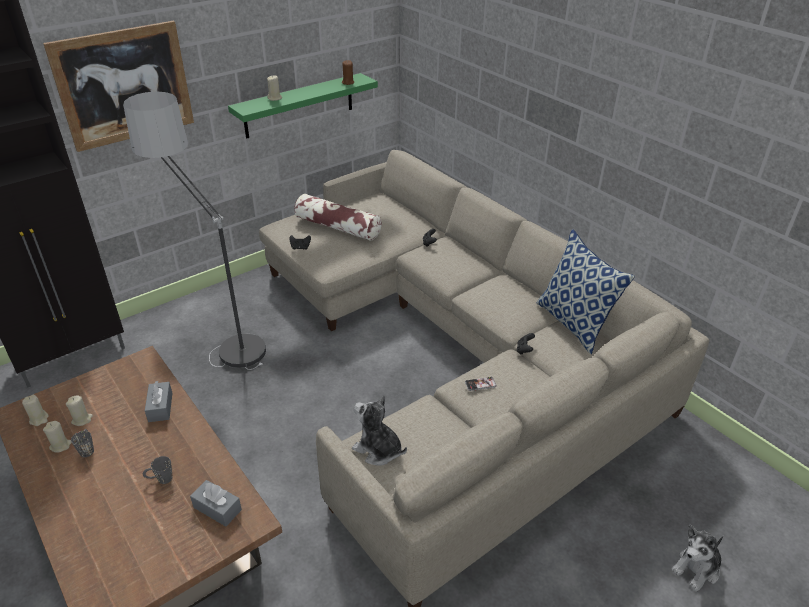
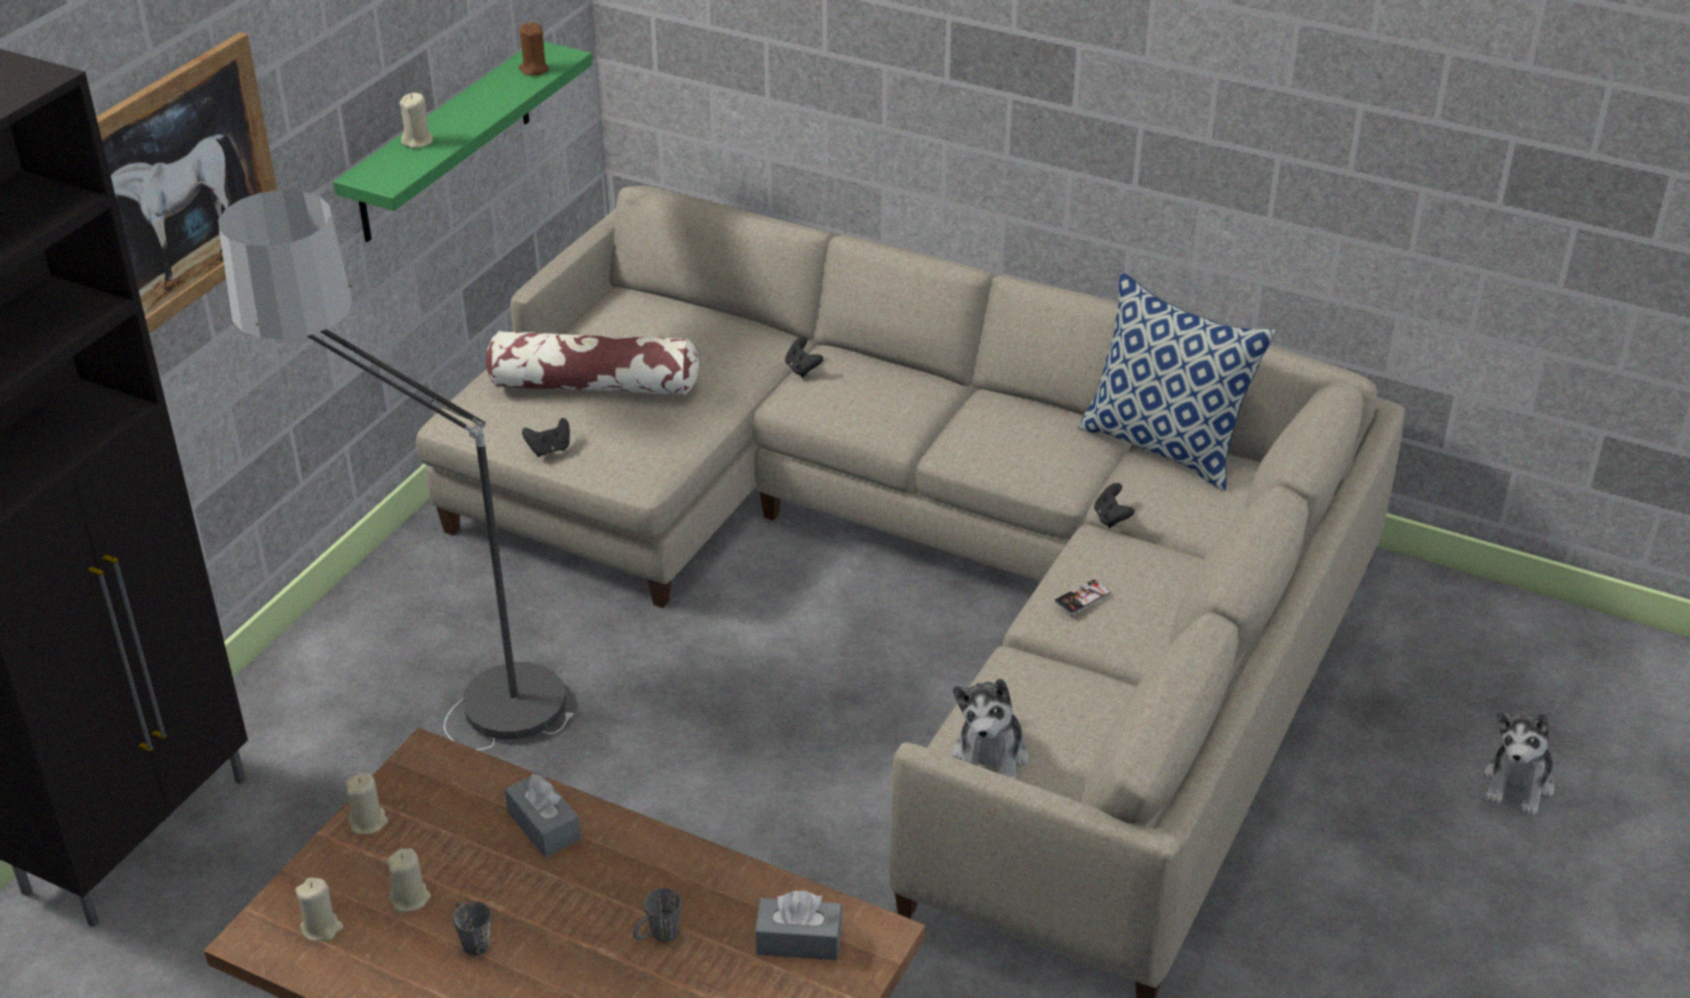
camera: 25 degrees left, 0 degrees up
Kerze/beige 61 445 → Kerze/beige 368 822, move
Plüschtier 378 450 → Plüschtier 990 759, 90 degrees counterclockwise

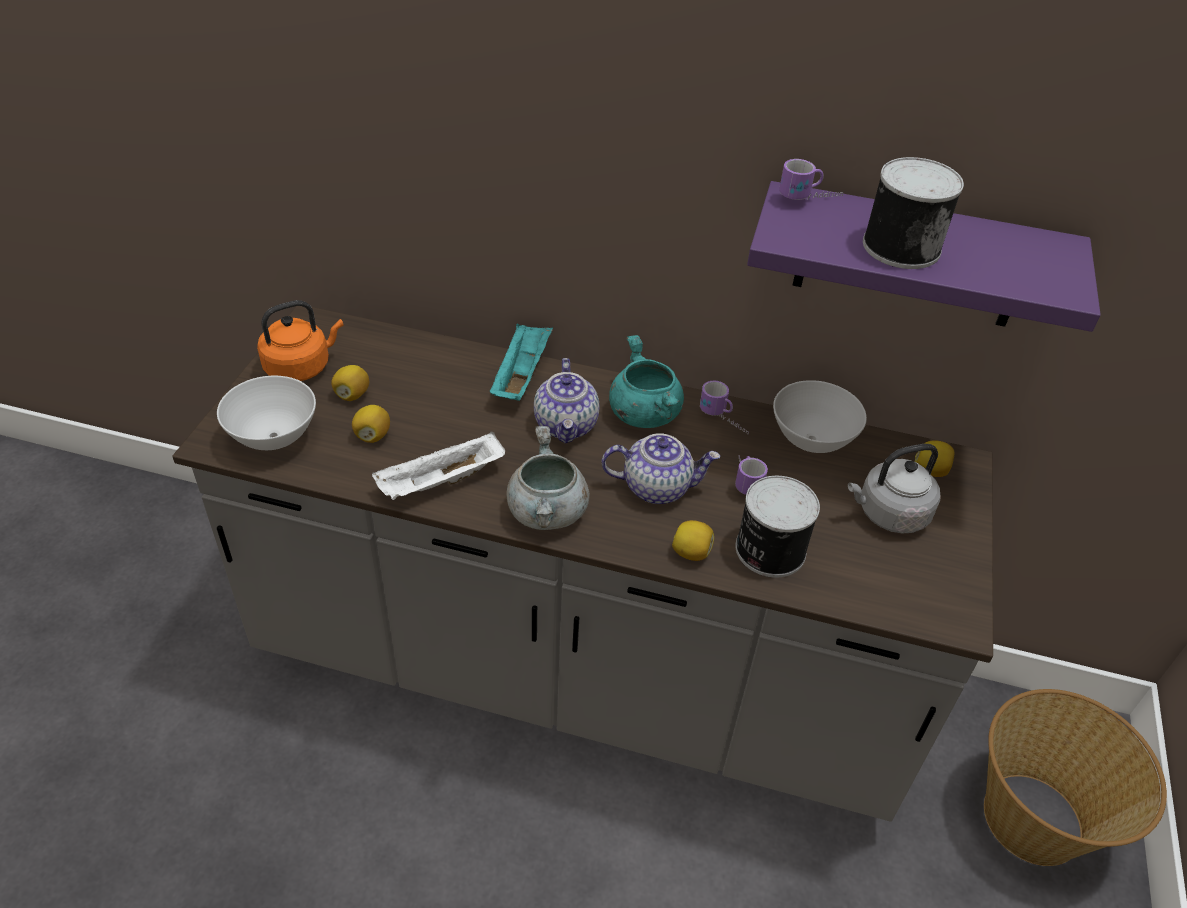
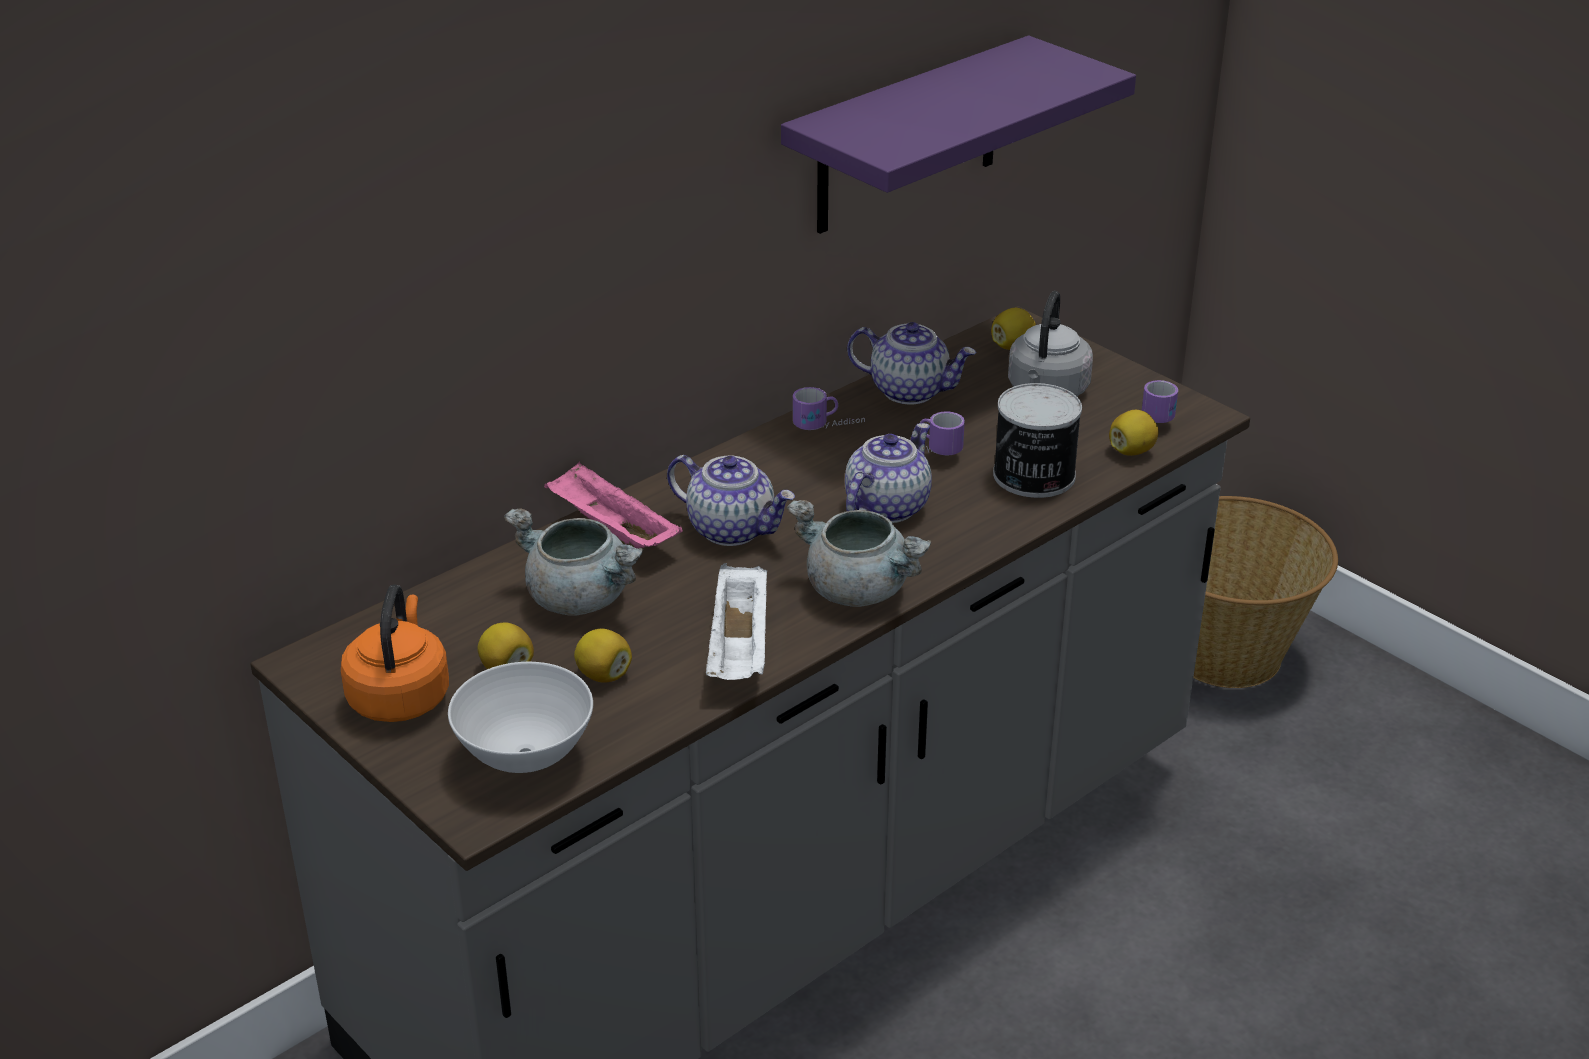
camera: 55 degrees left, 10 degrees down
Tablett/türkis 521 375 → Tablett/rosa 611 530
Kochtopf/türkis 643 414 → -
Zitrone 691 552 → Zitrone 1132 451, move
Schüssel/weiß 812 441 → Teekanne 910 390
Henkelbecher 810 200 → Henkelbecher 1161 414, move
Dose 900 246 → -
- → Kochtopf/grau 581 598

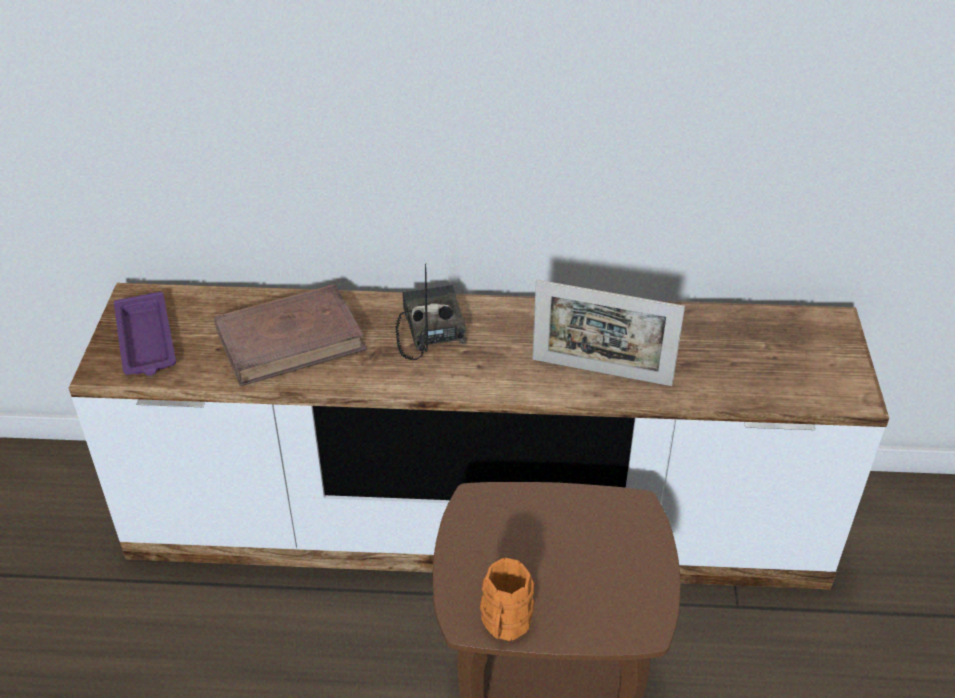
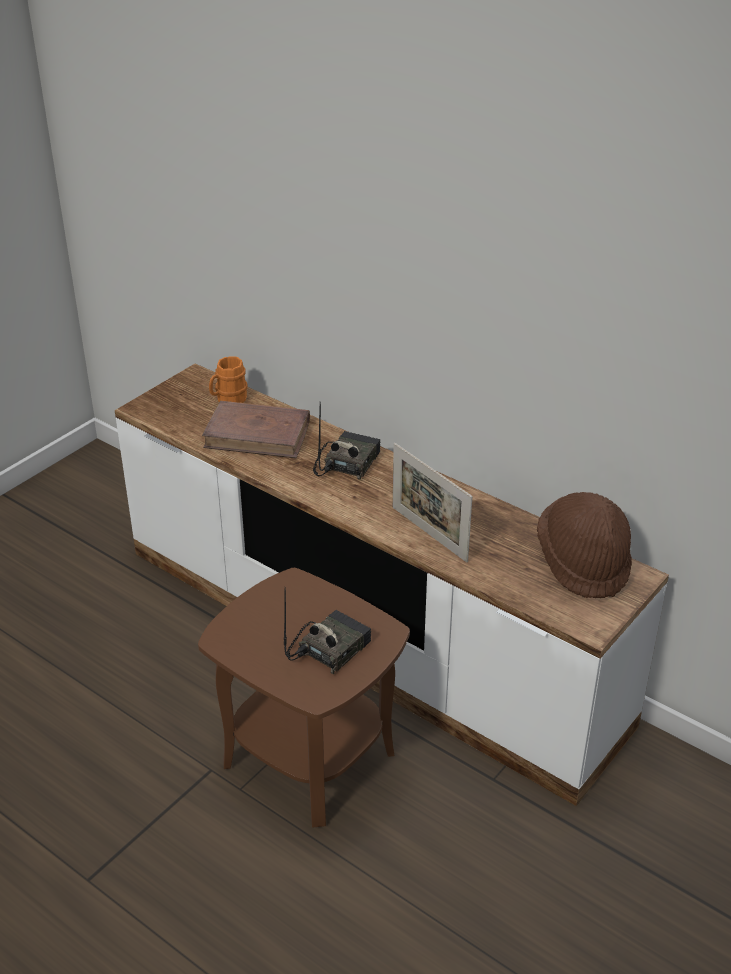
camera: 35 degrees right, 5 degrees down
Tablett/lila 146 341 → -
Henkelbecher/orange 504 625 → Henkelbecher/orange 228 399, move
- → Radio 328 648
- → Hut/braun 583 563

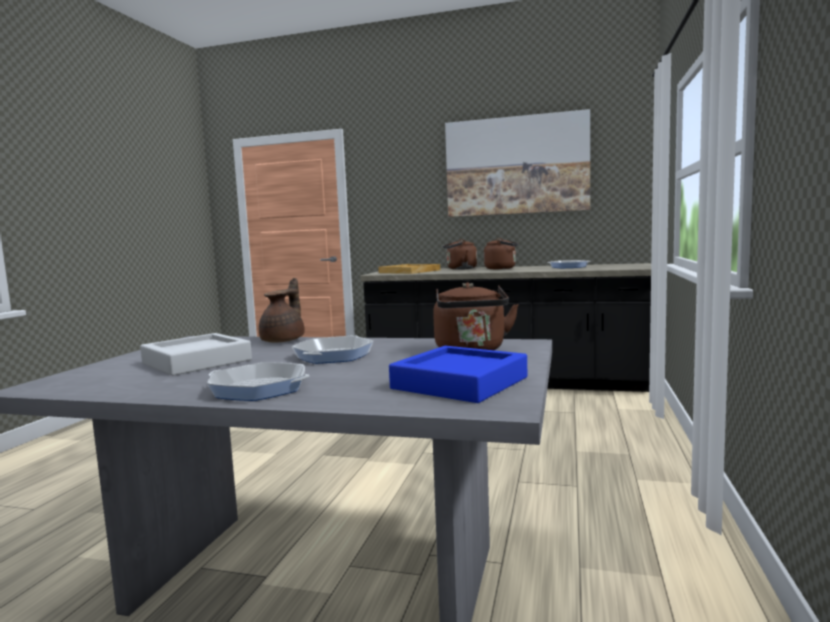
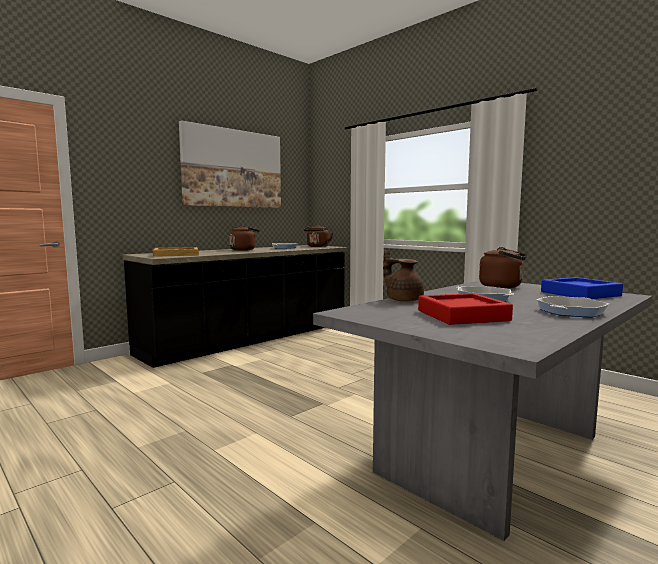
camera: 60 degrees left, 0 degrees up
Tablett/grau 197 362 → Tablett/rot 462 315
Wasserkessel/braun 460 269 → Wasserkessel/braun 317 246, move

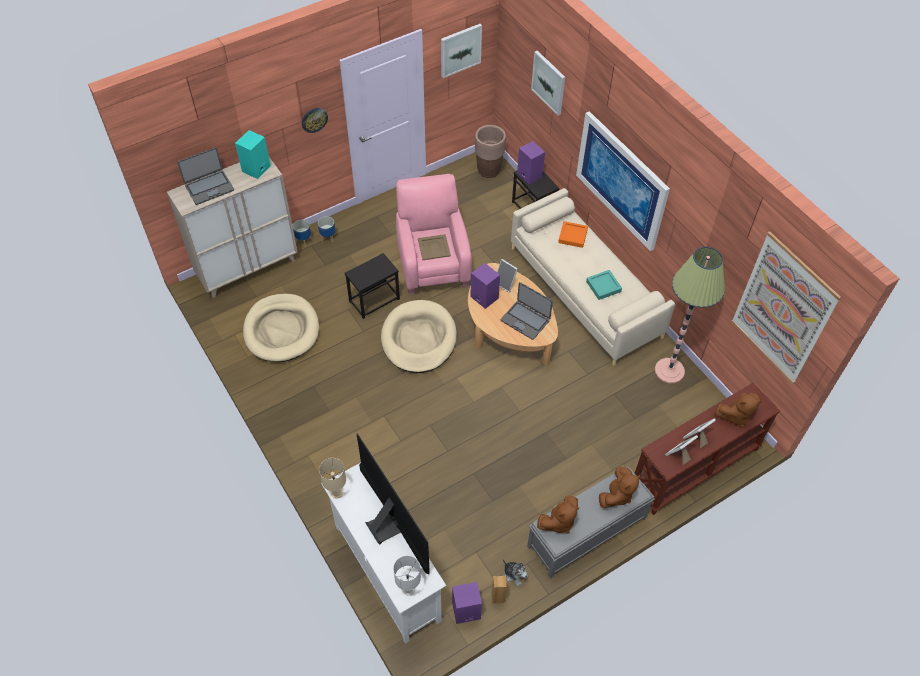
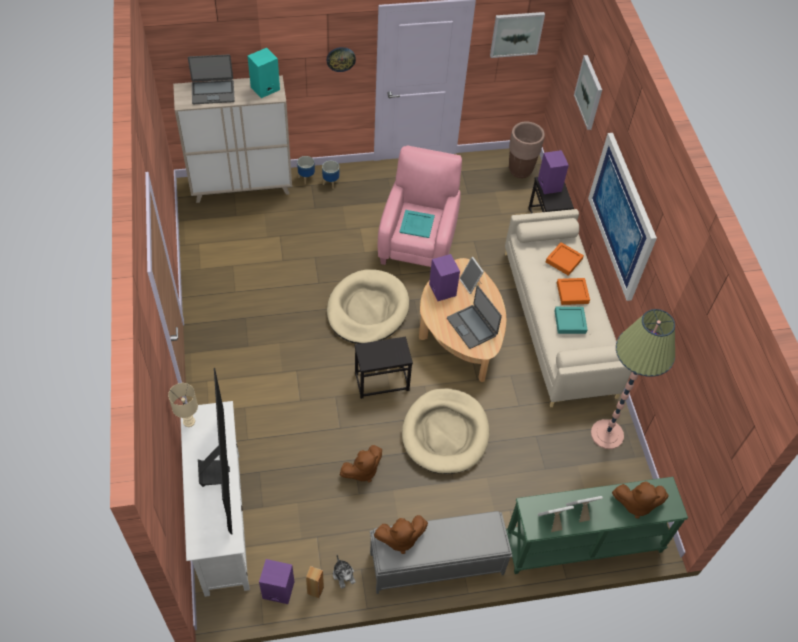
camera: 20 degrees right, 0 degrees up
Hundebett/beige 281 330 → Hundebett/beige 445 433, move
Beistelltisch/schwarz 374 300 → Beistelltisch/schwarz 382 381, move
Tischlampe/weiß 408 590 → -
Tablett/beige 433 247 → Tablett/türkis 416 224
Plüschtier/braun 617 495 → Plüschtier/braun 362 471, move
Konsolentisch/braun 695 468 → Konsolentisch/grün 583 544
Bild 782 310 → -
- → Tablett/orange 572 293

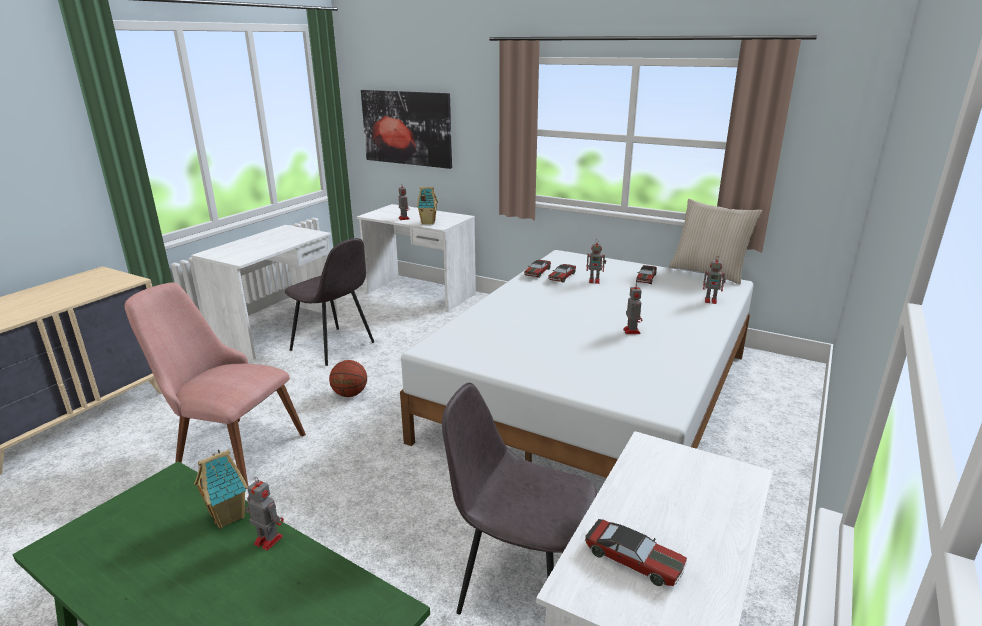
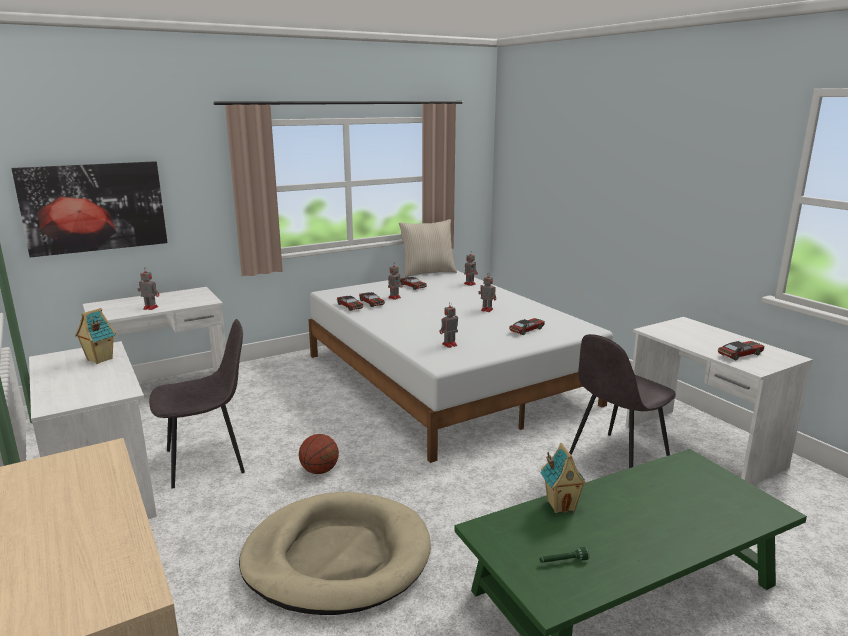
camera: 60 degrees left, 5 degrees down
Stuhl/rosa 228 447 → Hundebett/beige 337 557
Spielzeugroboter 267 539 → Spielzeugroboter 448 345, move
Spielzeughaus 427 222 → Spielzeughaus 99 360, move
- → Spielzeugauto 527 330
- → Taschenlampe/grün 563 561

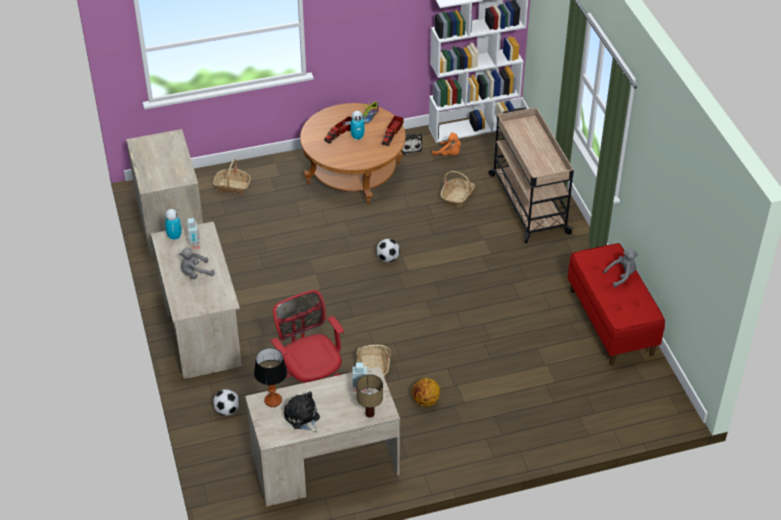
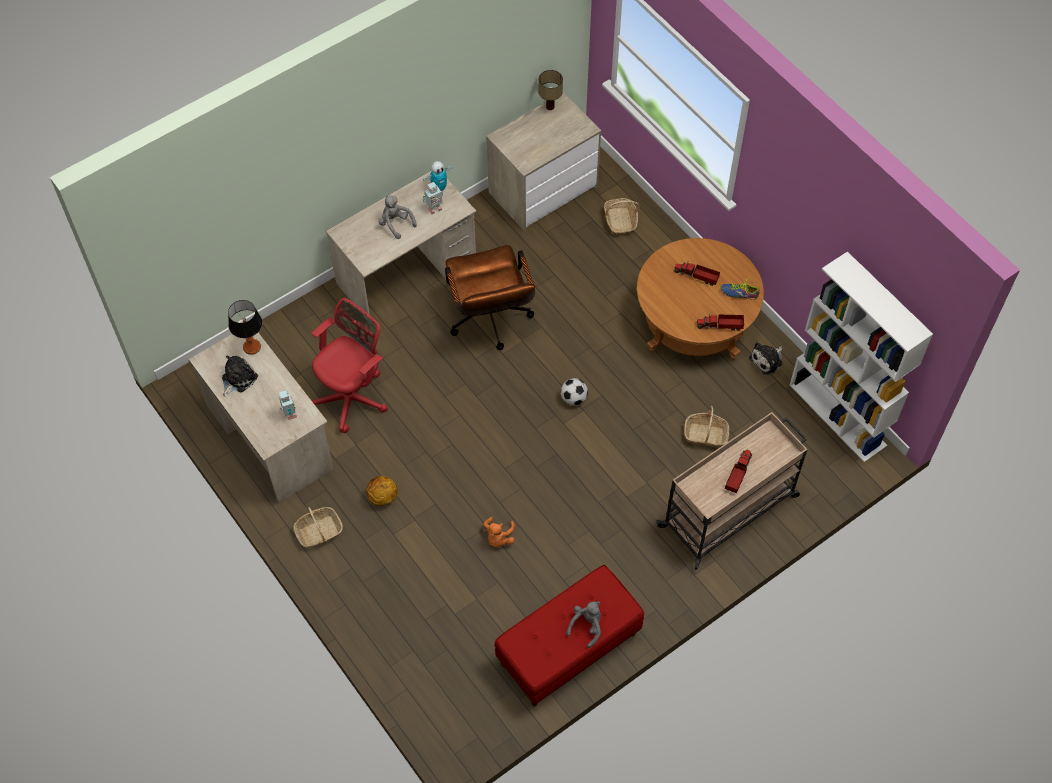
camera: 70 degrees right, 15 degrees up
Fußball 227 410 → -
Spielzeugroboter 357 137 → -
Korb 373 367 → Korb 319 532, move
Tischlampe 369 414 → Tischlampe 549 107, move
Plüschtier/orange 449 154 → Plüschtier/orange 499 538, move
Plüschtier/grau 621 276 → Plüschtier/grau 587 626, 105 degrees counterclockwise
- → Bürostuhl/braun 490 322
- → Spielzeuglaster 738 474

